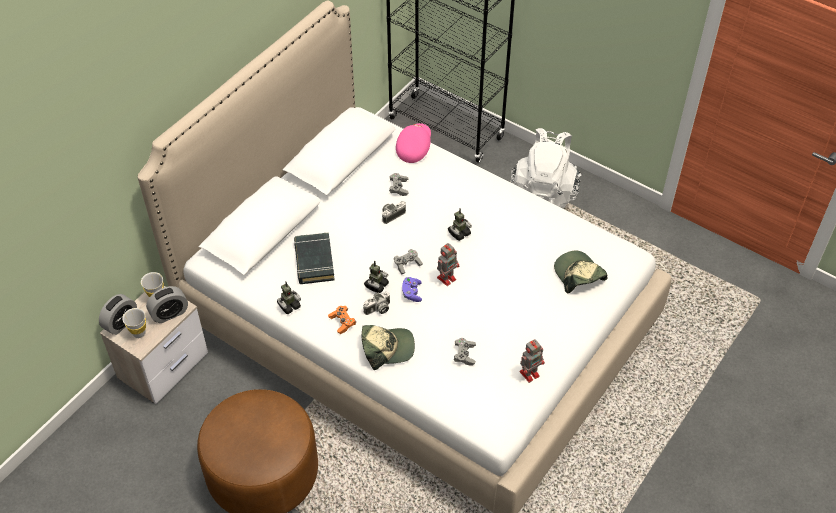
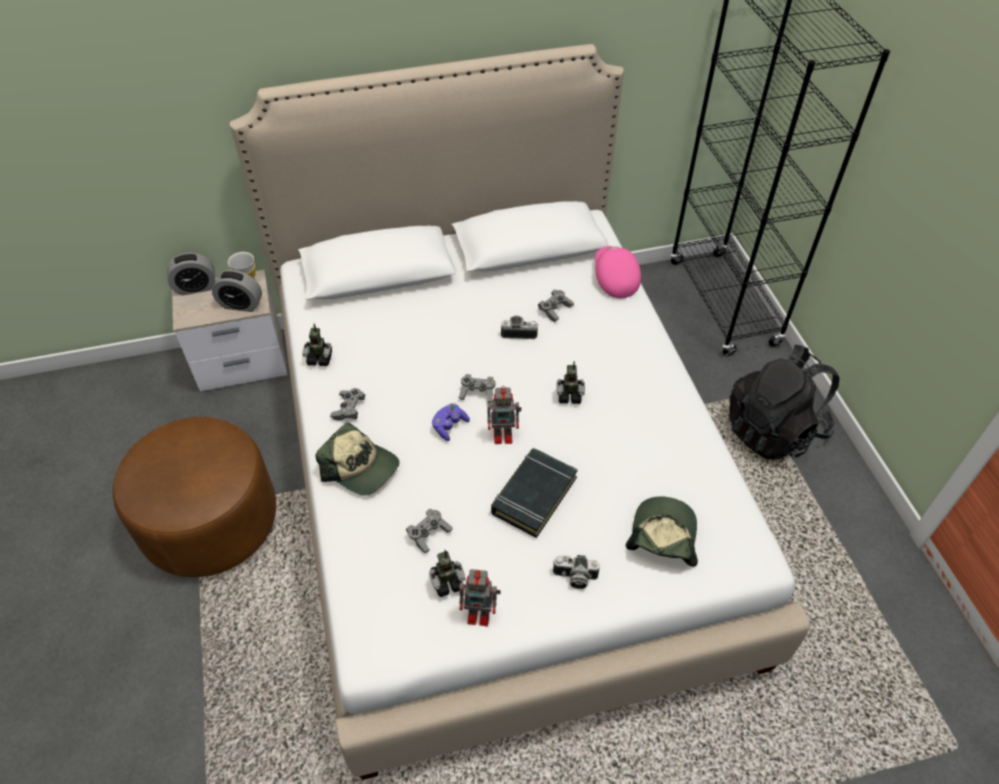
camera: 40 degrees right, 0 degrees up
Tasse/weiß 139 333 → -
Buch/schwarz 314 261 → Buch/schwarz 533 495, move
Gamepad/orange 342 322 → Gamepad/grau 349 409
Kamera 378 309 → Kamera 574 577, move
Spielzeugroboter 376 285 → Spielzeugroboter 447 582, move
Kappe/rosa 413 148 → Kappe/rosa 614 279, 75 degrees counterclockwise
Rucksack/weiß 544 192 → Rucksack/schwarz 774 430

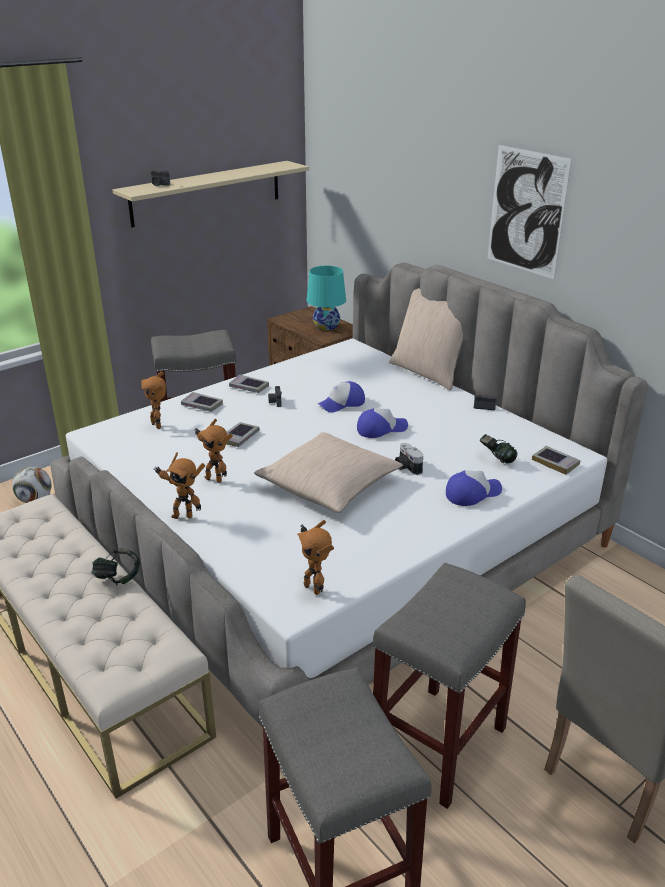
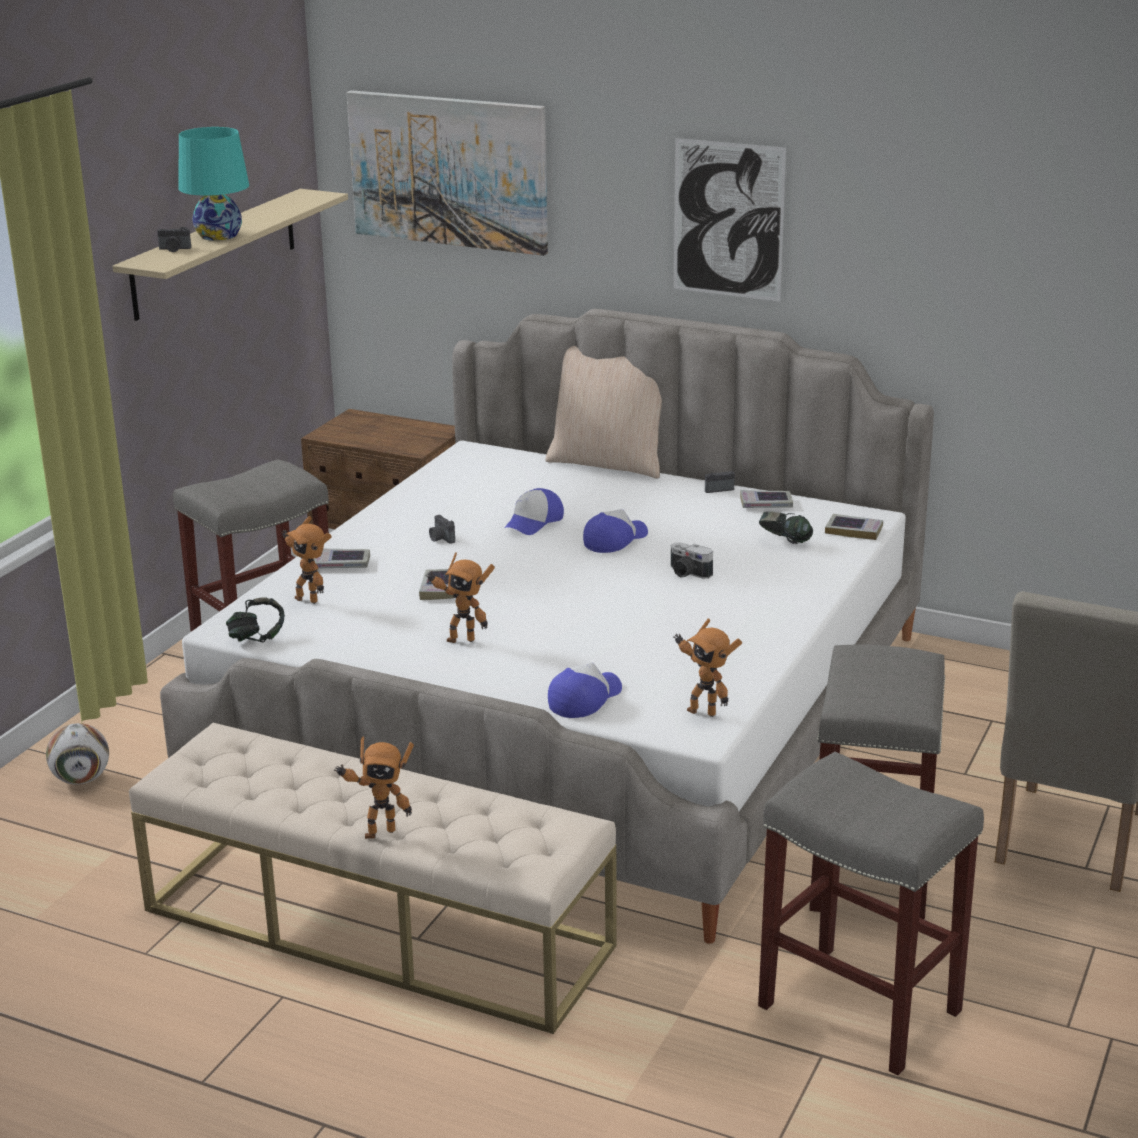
camera: 25 degrees left, 5 degrees down
Kopfhörer 117 578 → Kopfhörer 257 638, move
Spielzeugroboter 182 515 → Spielzeugroboter 378 831, move
Buch 249 387 → Buch 766 504, move
Kissen/beige 329 485 → -
Tischlampe/türkis 326 326 → Tischlampe/türkis 219 235, move
Kappe 472 493 → Kappe 584 699, move
- → Bild 448 171

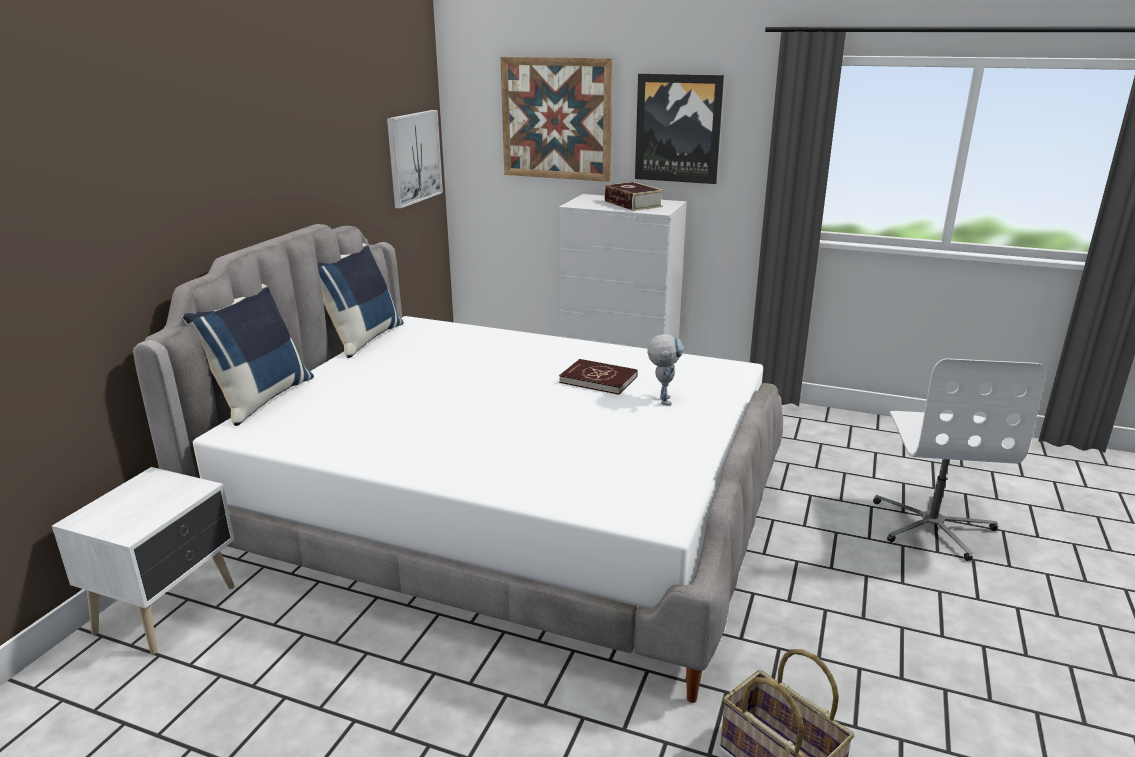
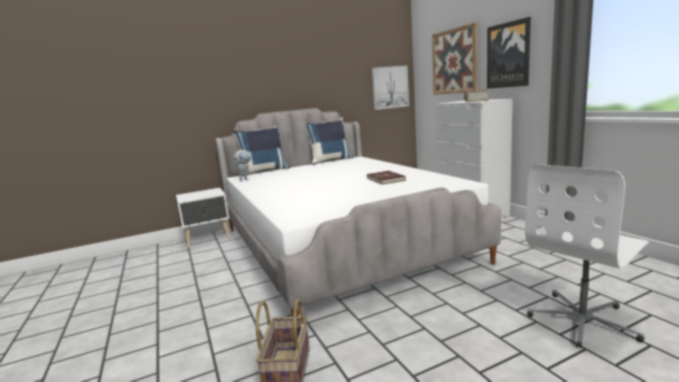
camera: 45 degrees right, 10 degrees down
Spielzeugroboter 662 398 → Spielzeugroboter 245 180, move

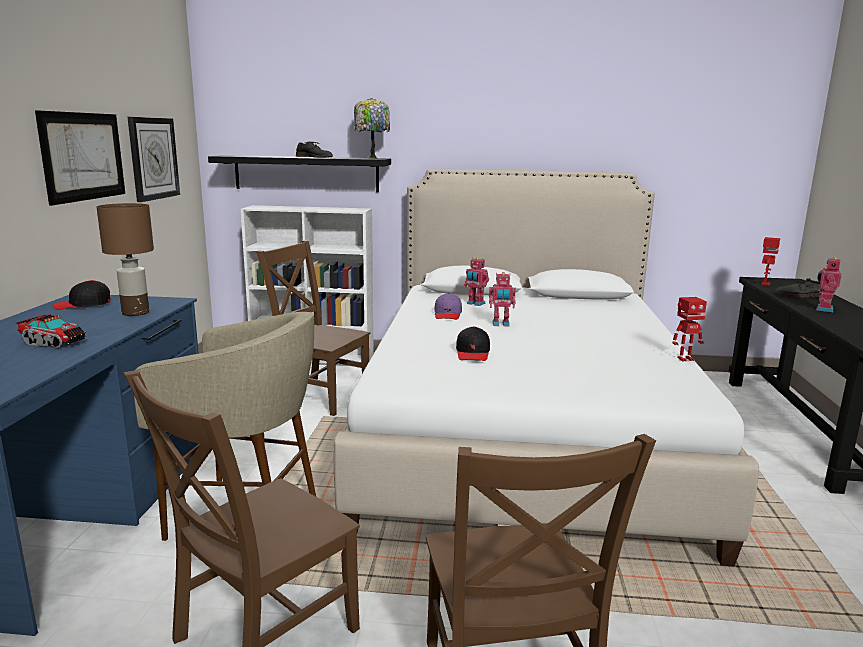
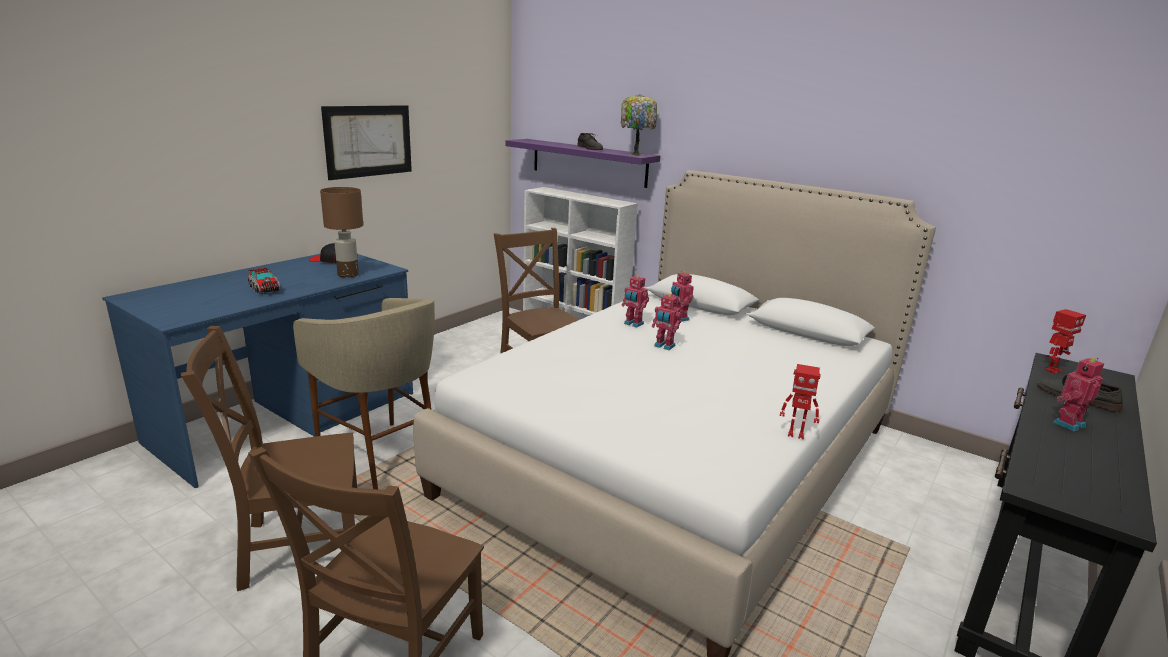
camera: 30 degrees right, 5 degrees up
Wanduhr 153 158 → -
Wandregal/schwarz 306 173 → Wandregal/lila 588 162
Kappe/lila 448 314 → Spielzeugroboter 633 324
Kappe/schwarz 473 353 → -

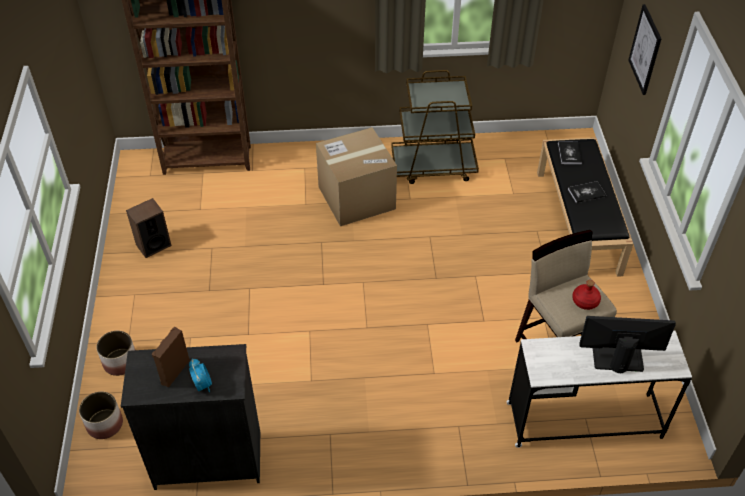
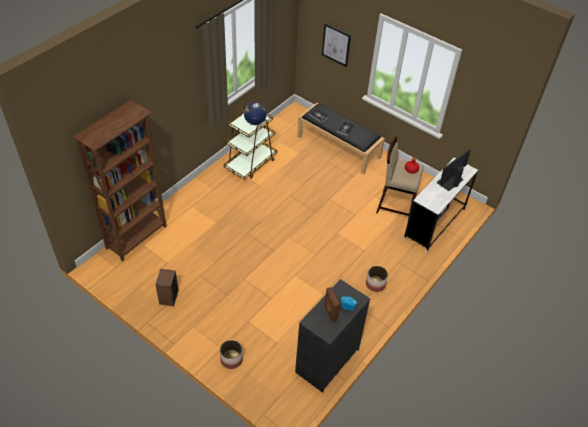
camera: 50 degrees left, 0 degrees up
Pflanzkübel 105 424 → Pflanzkübel 375 284, move
Karton 356 198 → -
- → Globus 255 122

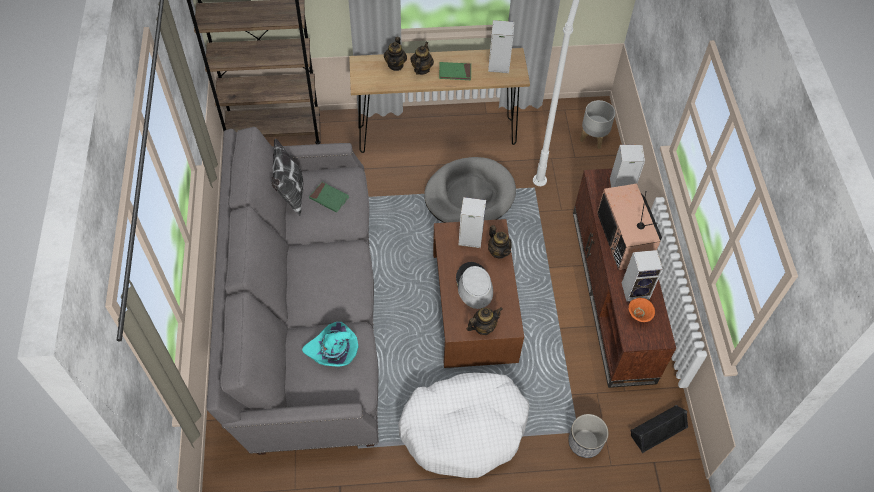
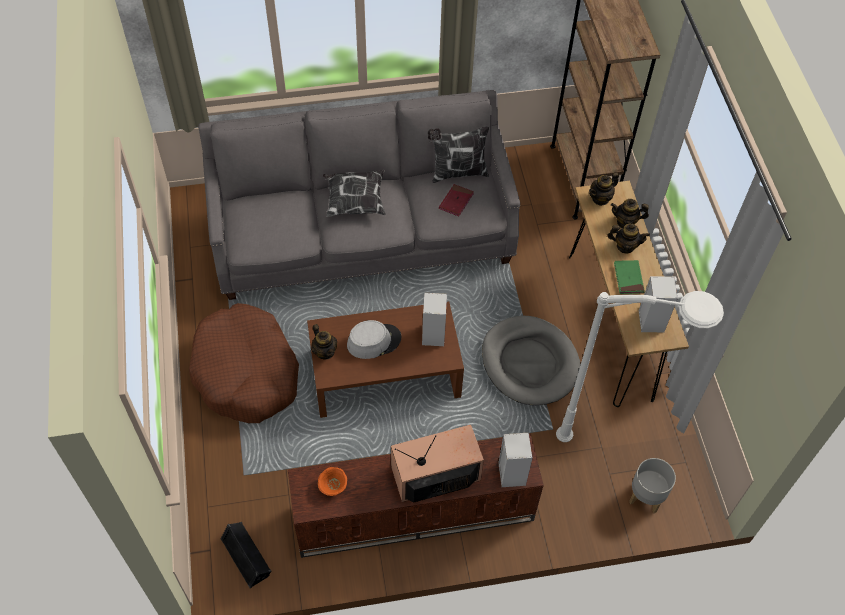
camera: 85 degrees right, 0 degrees up
Hut/türkis 333 350 → -
Buch/grün 329 198 → Buch/rot 456 201
Hundebett/weiß 464 429 → Hundebett/braun 246 372
Teekanne 498 251 → Teekanne 600 198, move
Pflanzkübel 584 442 → -
Lautsprecher 636 290 → -
- → Kissen 354 201

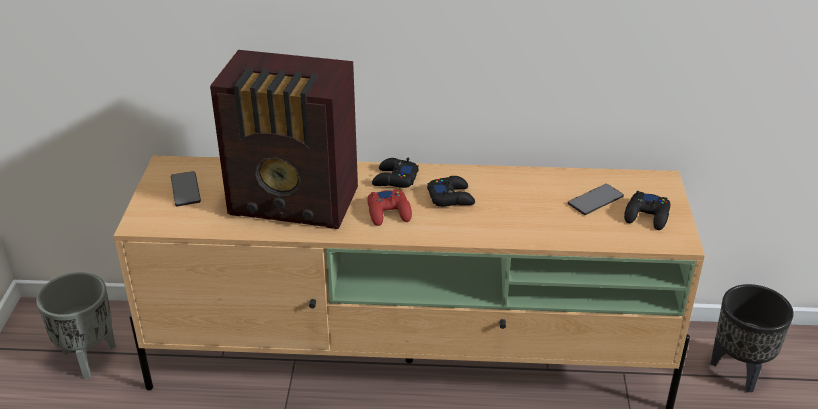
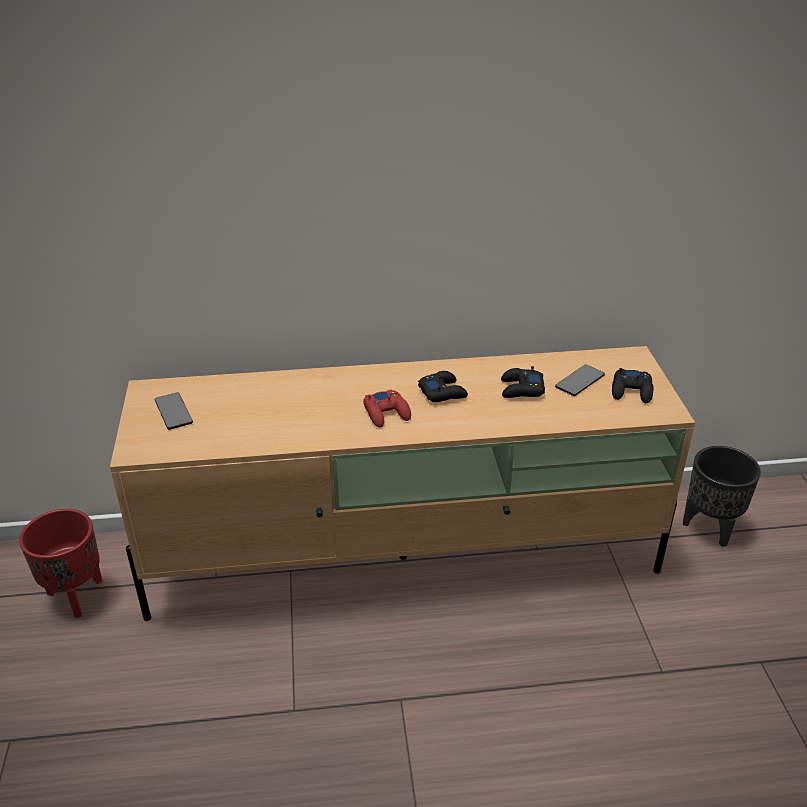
camera: 10 degrees left, 0 degrees up
Pflanzkübel/grau 88 358 → Pflanzkübel/rot 75 596
Radio 296 203 → -
Gamepad/schwarz 394 179 → Gamepad/schwarz 521 389, move

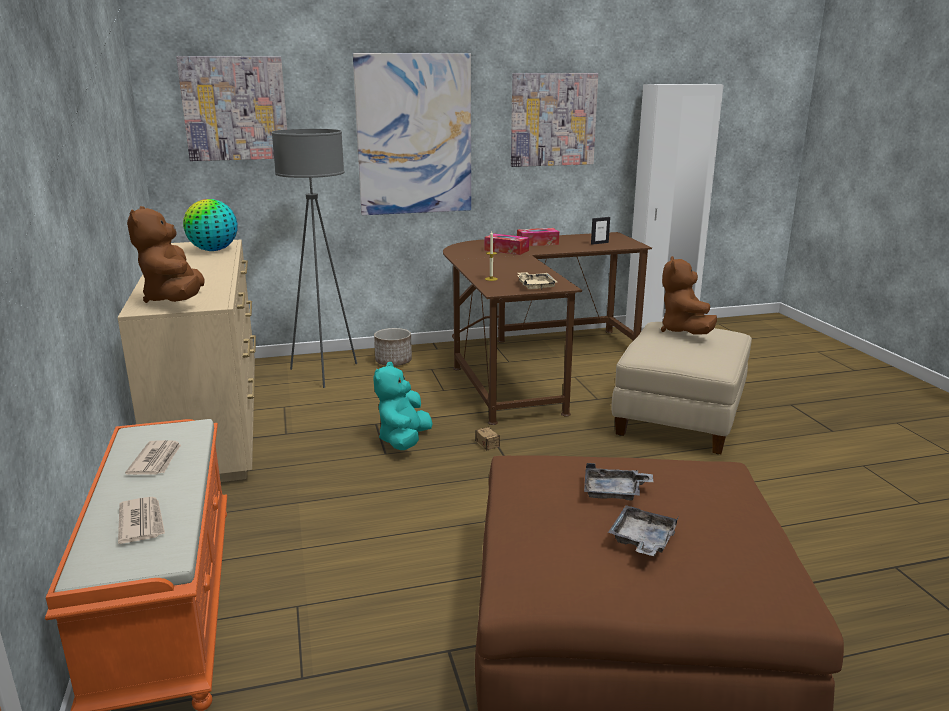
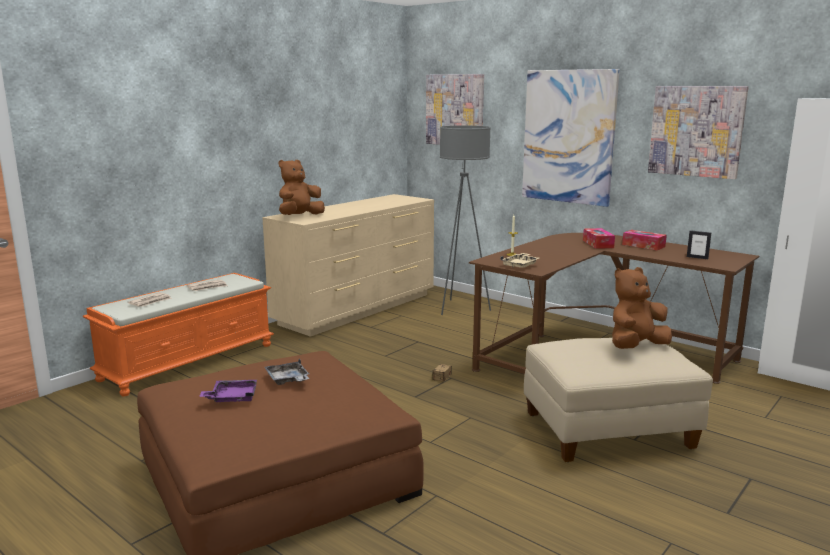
camera: 55 degrees right, 5 degrees down
Globus 213 250 → -
Plüschtier/türkis 404 441 → -
Pflanzkübel 393 361 → -
Tablett/grau 642 540 → Tablett/lila 232 398

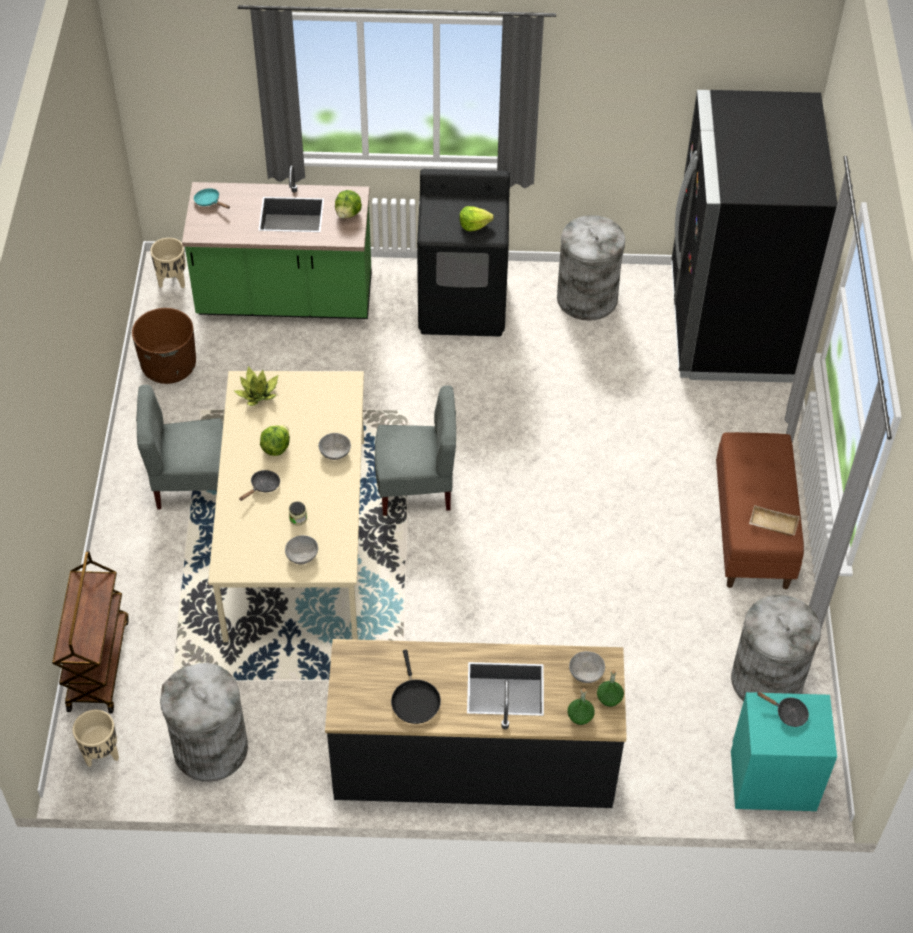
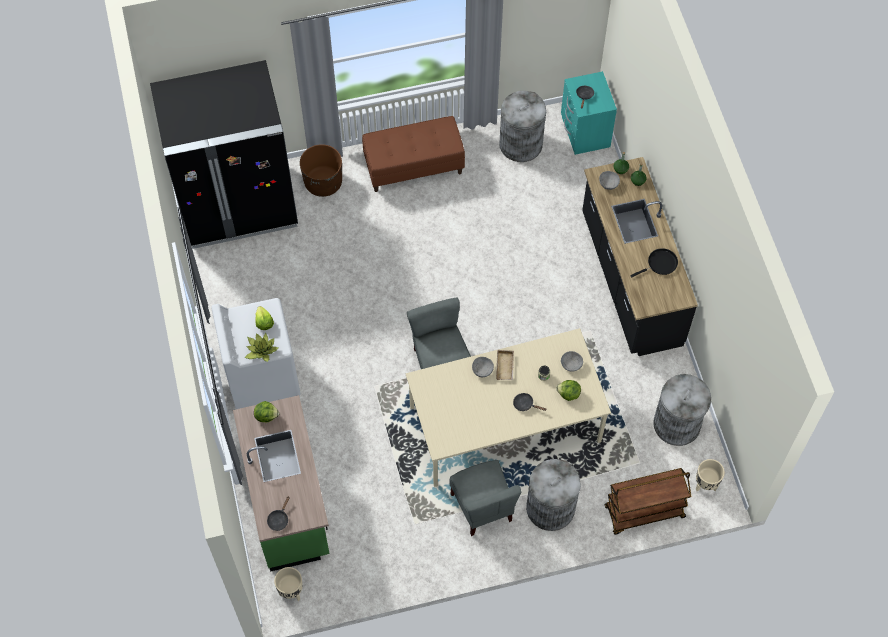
camera: 105 degrees left, 10 degrees up
Pflanzkübel/braun 169 366 → Pflanzkübel/braun 323 182, move
Pfanne/türkis 209 202 → Pfanne/schwarz 279 519
Topfpflanze 258 393 → Topfpflanze 261 350, move
Salatkopf 275 448 → Salatkopf 568 394, move
Waschmaschine/schwarz 463 304 → Waschmaschine/weiß 262 377
Mülleimer/grau 587 298 → Mülleimer/grau 550 507, move
Tablett/beige 772 524 → Tablett/beige 505 367, move

